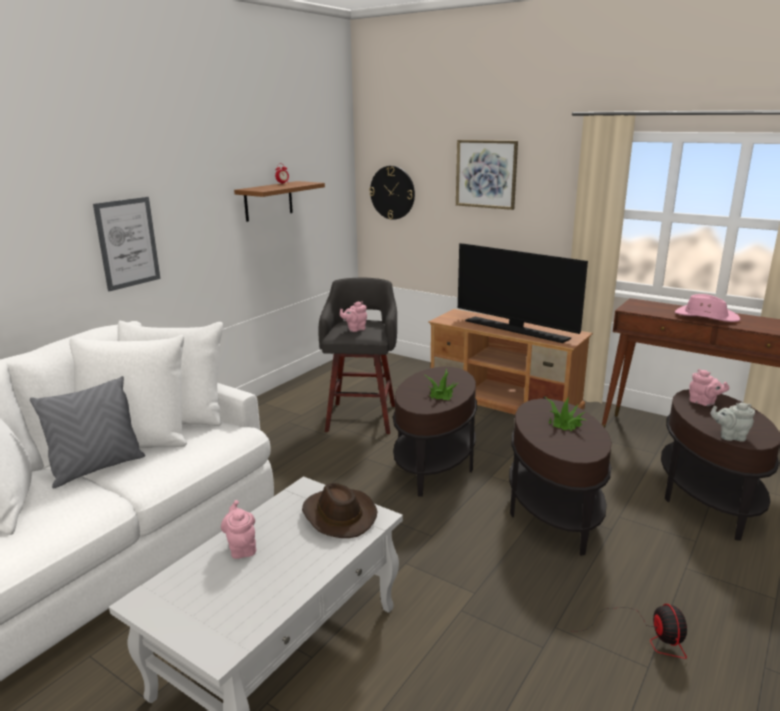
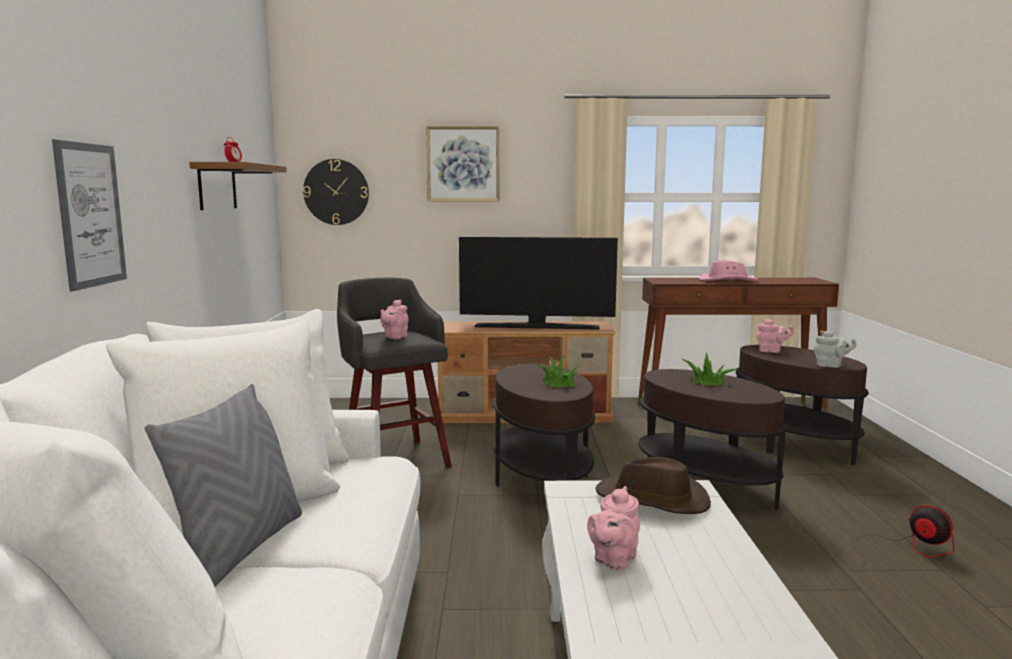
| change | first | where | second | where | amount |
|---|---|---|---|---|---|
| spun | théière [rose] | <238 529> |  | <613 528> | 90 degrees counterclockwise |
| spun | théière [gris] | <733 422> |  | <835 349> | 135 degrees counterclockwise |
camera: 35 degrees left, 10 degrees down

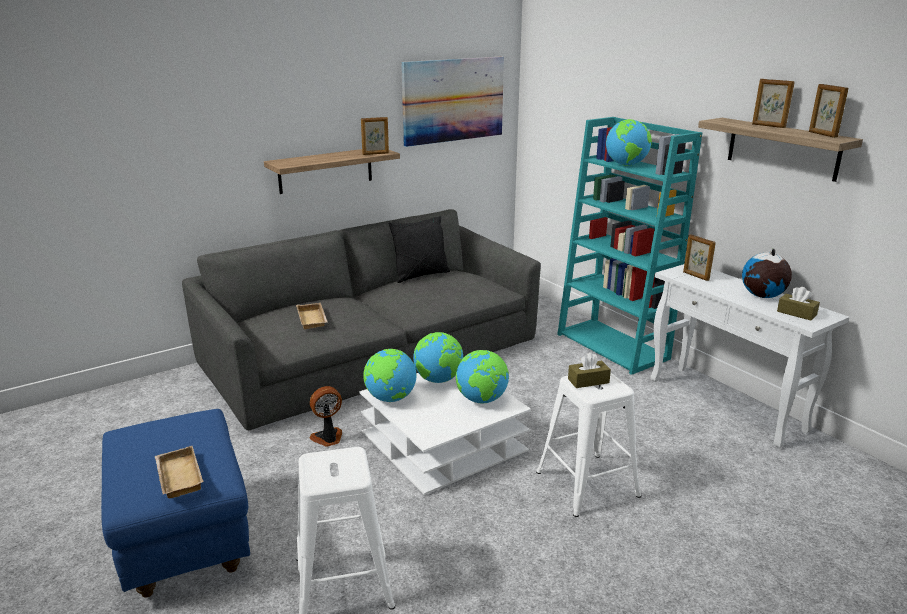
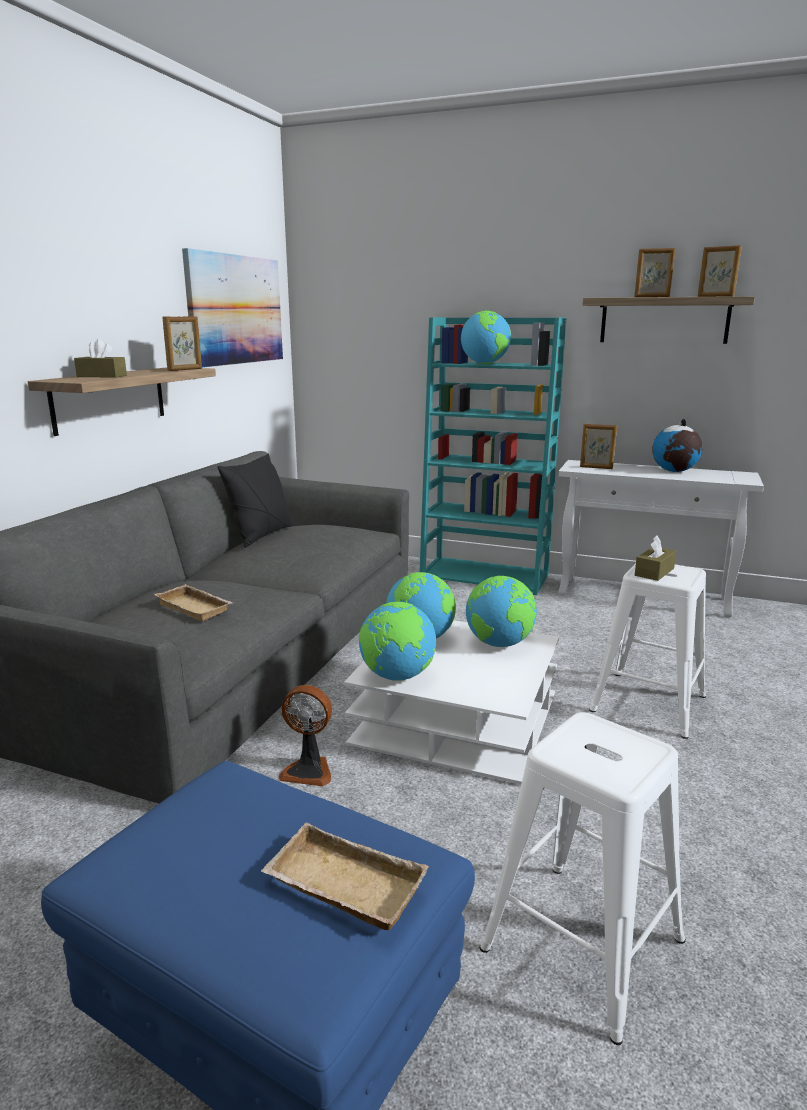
| change | first | where | second | where | amount |
|---|---|---|---|---|---|
| spun | ventilateur | <325 416> |  | <305 735> | 105 degrees counterclockwise |
| relocated | boîte à mouchoirs [marron] | <798 304> |  | <100 358> |  |
camera: 35 degrees left, 5 degrees down

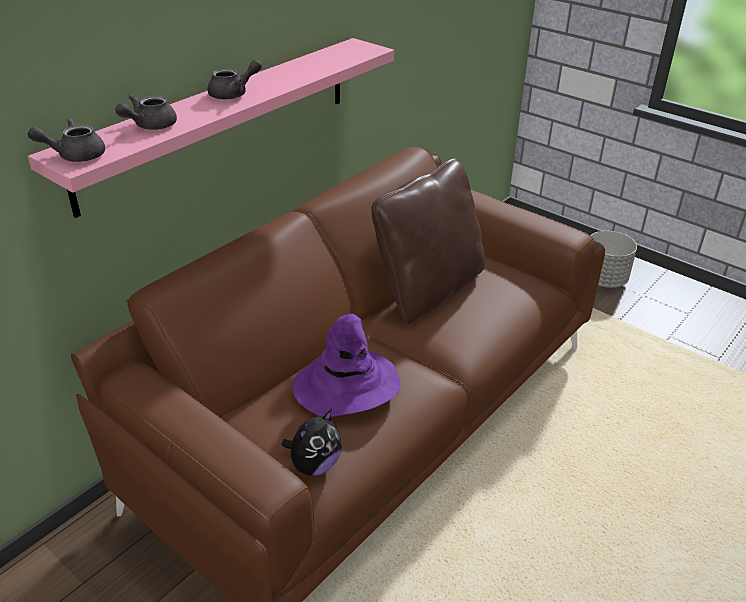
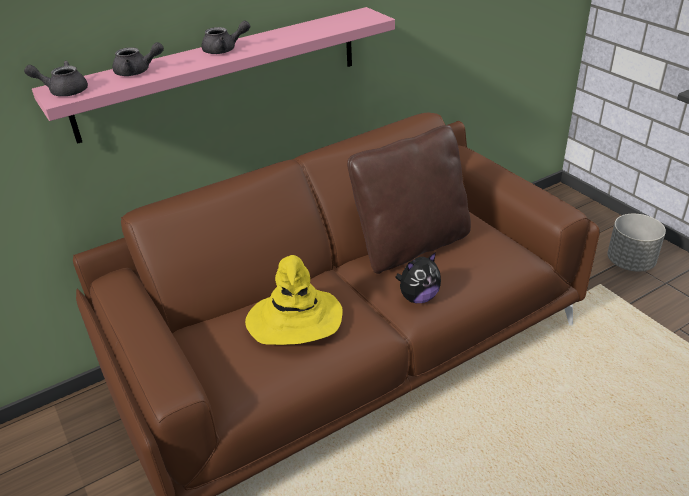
| change | first | where | second | where | amount |
|---|---|---|---|---|---|
| spun | théière [gris] | <146 112> |  | <138 59> | 150 degrees counterclockwise |
| relocated | peluche | <312 442> |  | <418 277> |  |
| colour | chapeau [violet] | <346 365> | chapeau [jaune] | <294 300> |  |
camera: 20 degrees right, 0 degrees up

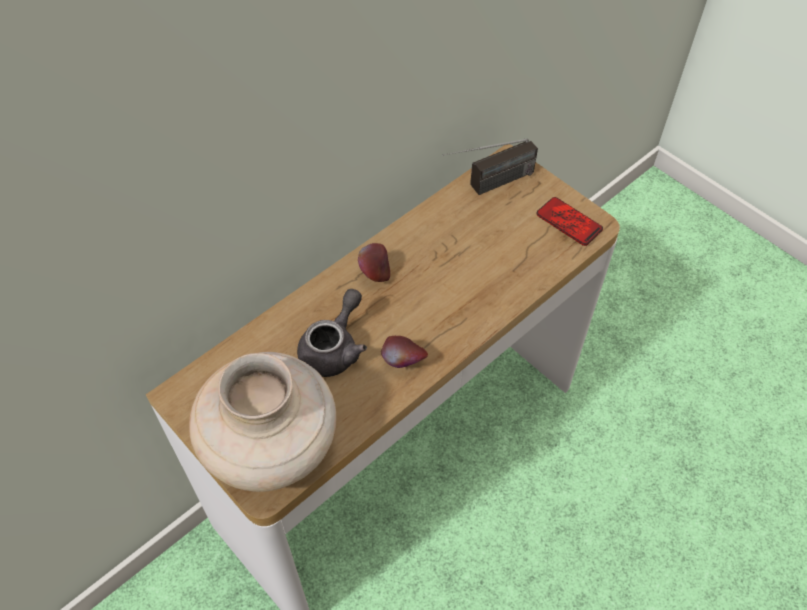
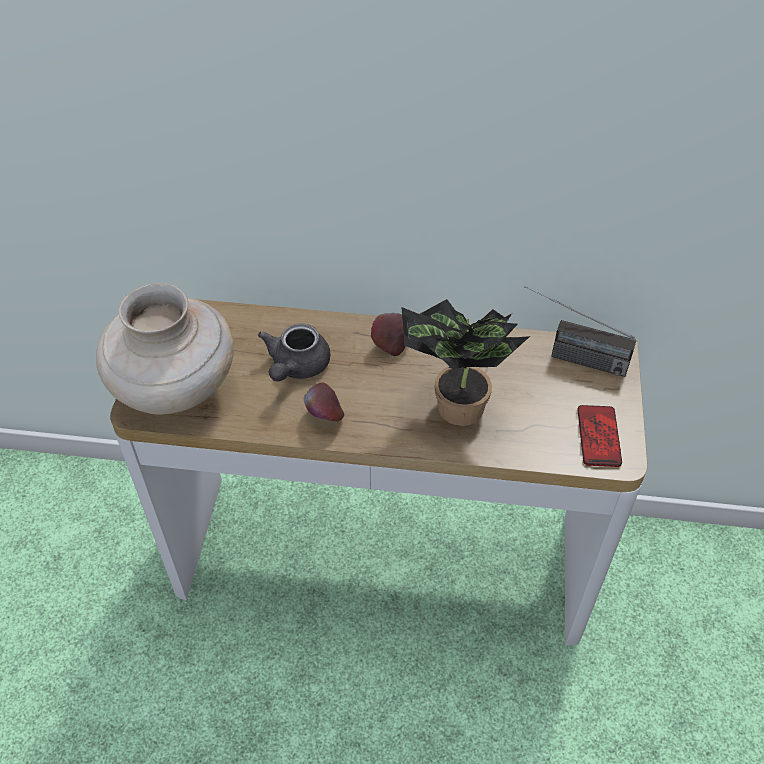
| change | first | where | second | where | amount |
|---|---|---|---|---|---|
| spun | théière [gris] | <332 333> |  | <294 352> | 120 degrees clockwise |
| appeared |  |  | plante en pot | <466 362> |  |
camera: 50 degrees right, 5 degrees down

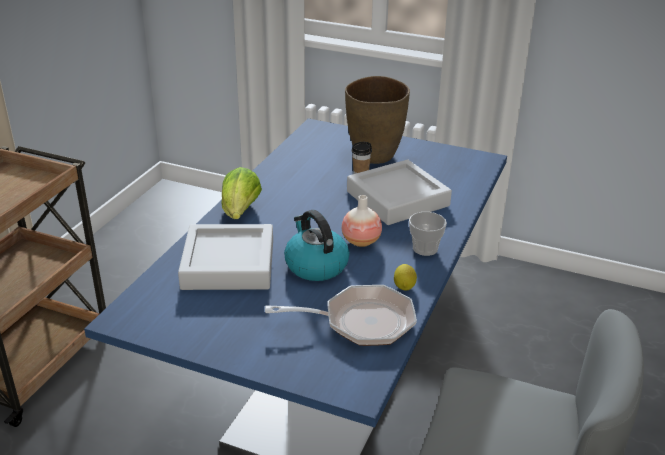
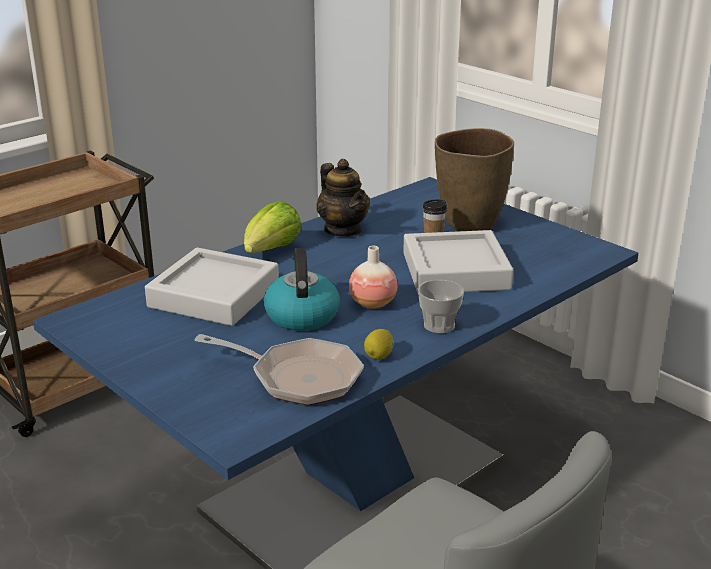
| change | first | where | second | where | amount |
|---|---|---|---|---|---|
| appeared |  |  | théière | <343 198> |  |
camera: 25 degrees right, 5 degrees down

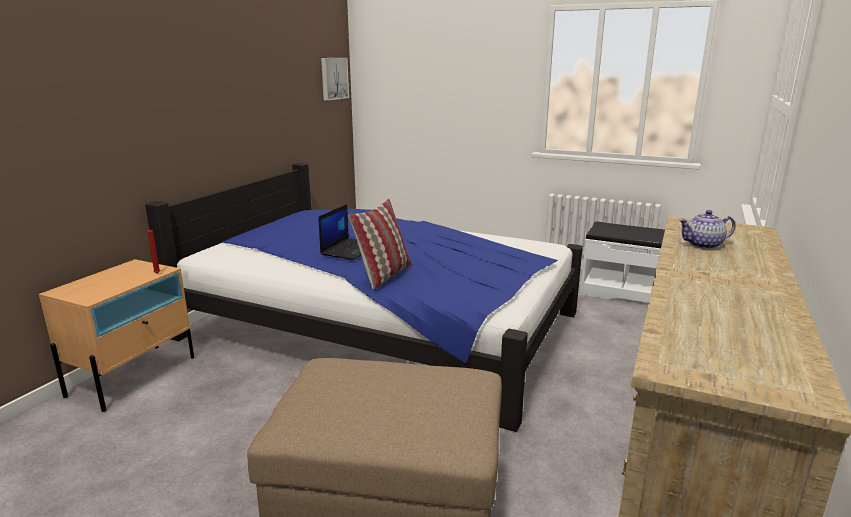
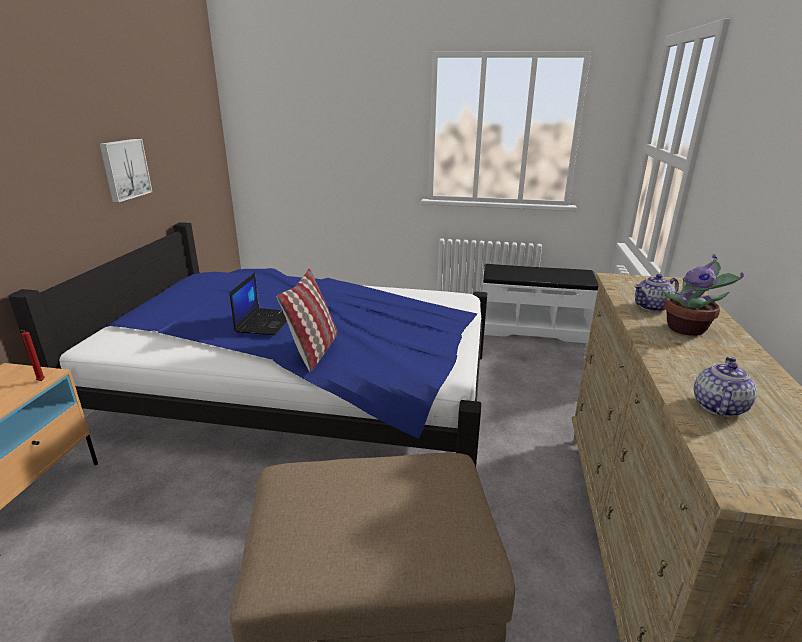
| change | first | where | second | where | amount |
|---|---|---|---|---|---|
| relocated | tableau | <335 79> |  | <125 170> |  |
| appeared |  |  | plante en pot | <703 295> |  |
| appeared |  |  | théière | <725 386> |  |
camera: 15 degrees left, 5 degrees up

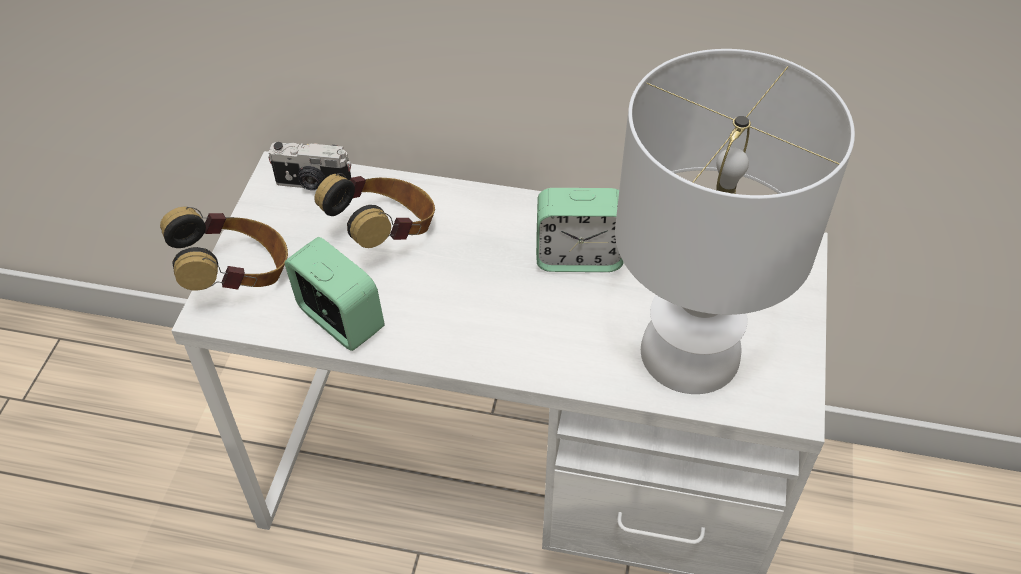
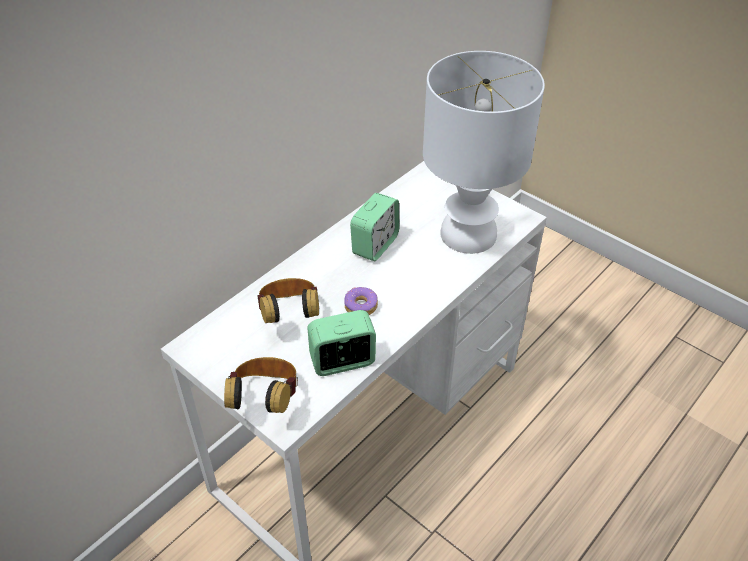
| change | first | where | second | where | amount |
|---|---|---|---|---|---|
| missing | appareil photo | <309 166> |  |  |  |
| appeared |  |  | beignet | <361 301> |  |
camera: 60 degrees left, 5 degrees down

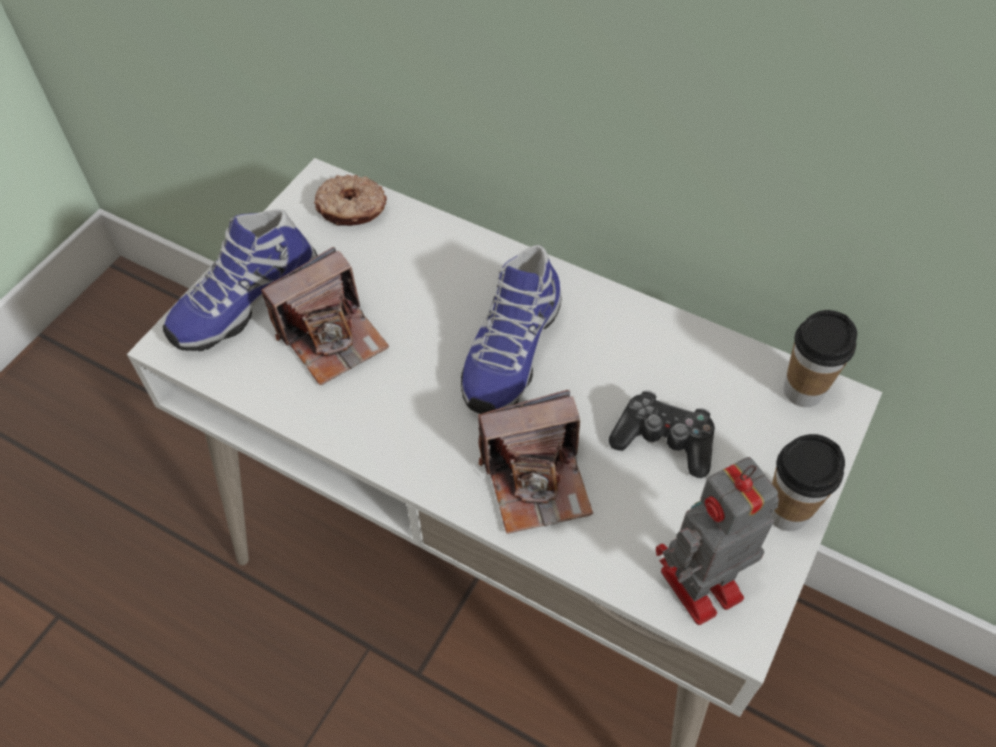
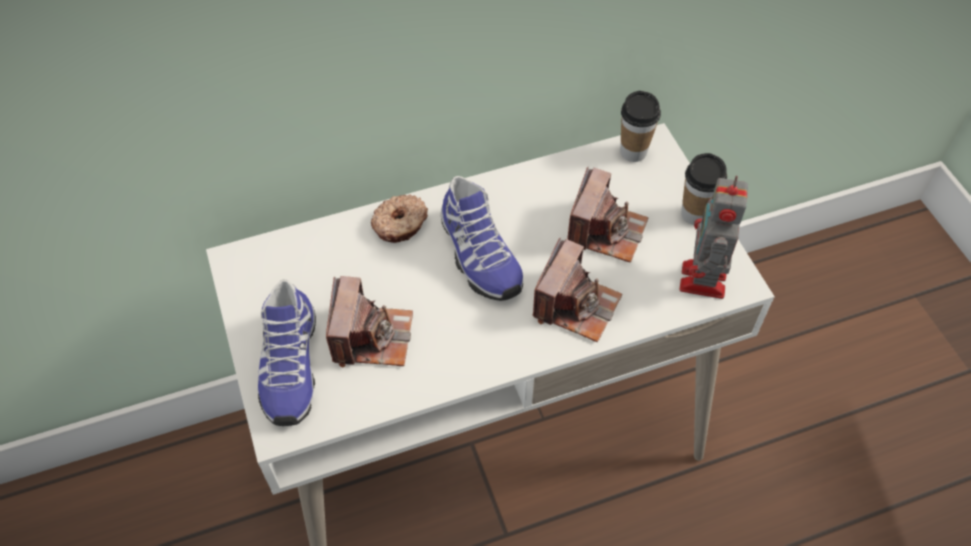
| change | first | where | second | where | amount |
|---|---|---|---|---|---|
| relocated | beignet | <350 200> |  | <399 218> |  |
| exchanged | manette | <662 434> | appareil photo | <608 215> |  |
camera: 50 degrees left, 0 degrees up

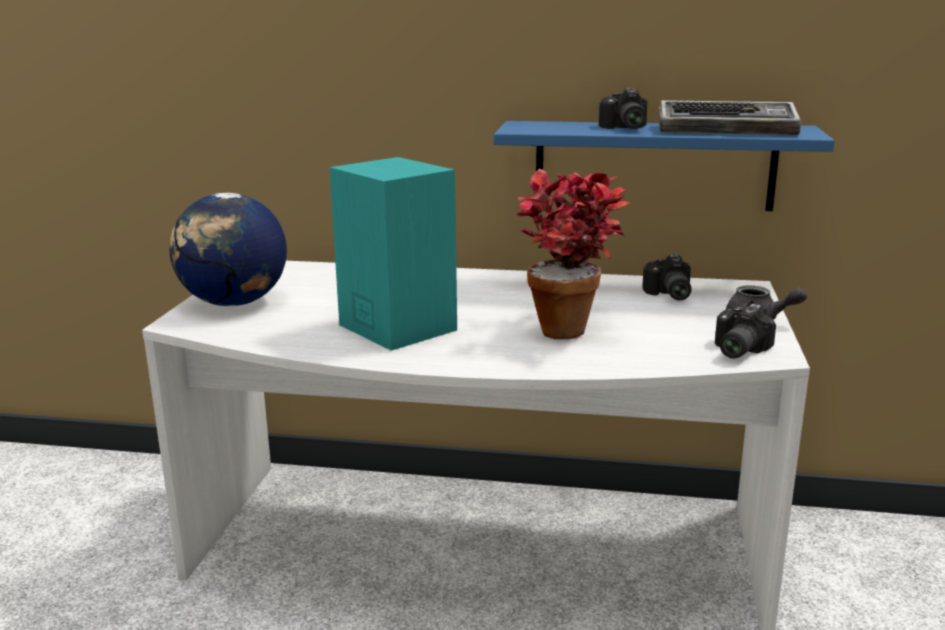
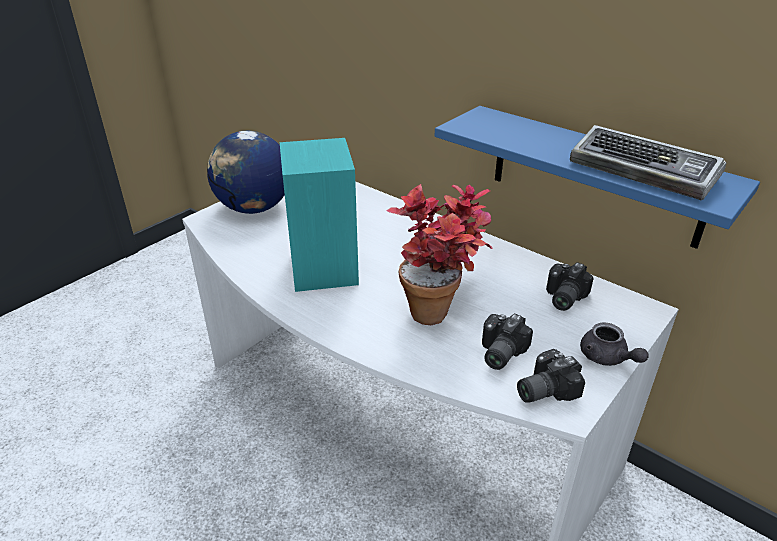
| change | first | where | second | where | amount |
|---|---|---|---|---|---|
| relocated | appareil photo | <623 108> |  | <507 341> |  |
camera: 30 degrees right, 15 degrees up

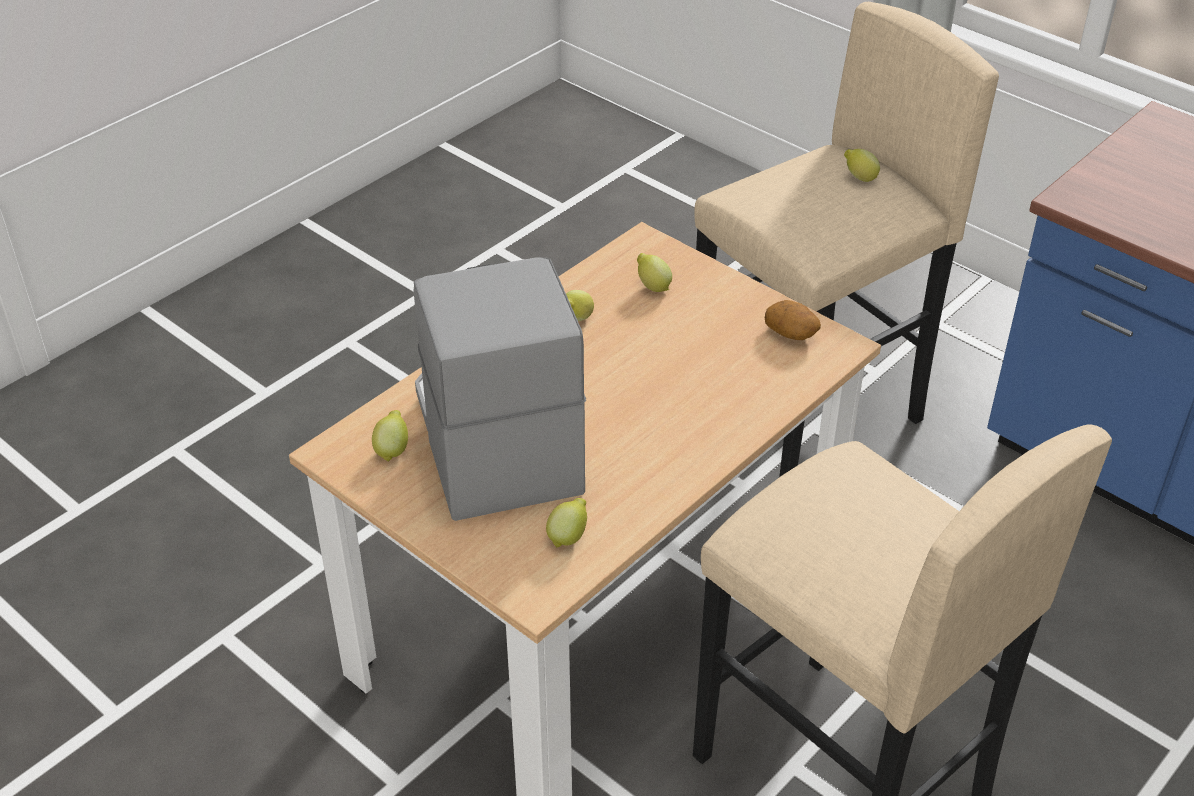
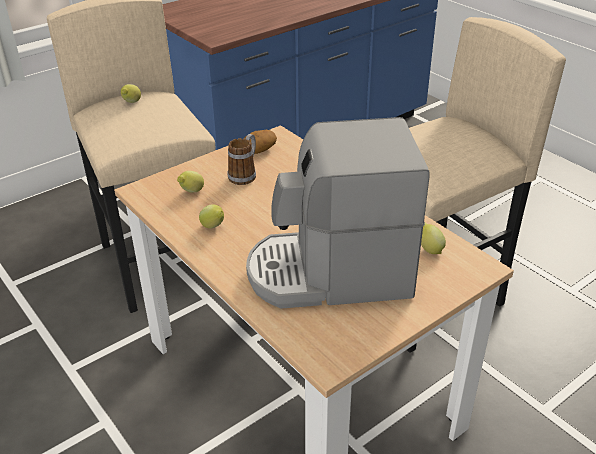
| change | first | where | second | where | amount |
|---|---|---|---|---|---|
| missing | citron | <390 436> |  |  |  |
| appeared |  |  | mug | <242 159> |  |
camera: 80 degrees left, 5 degrees down

